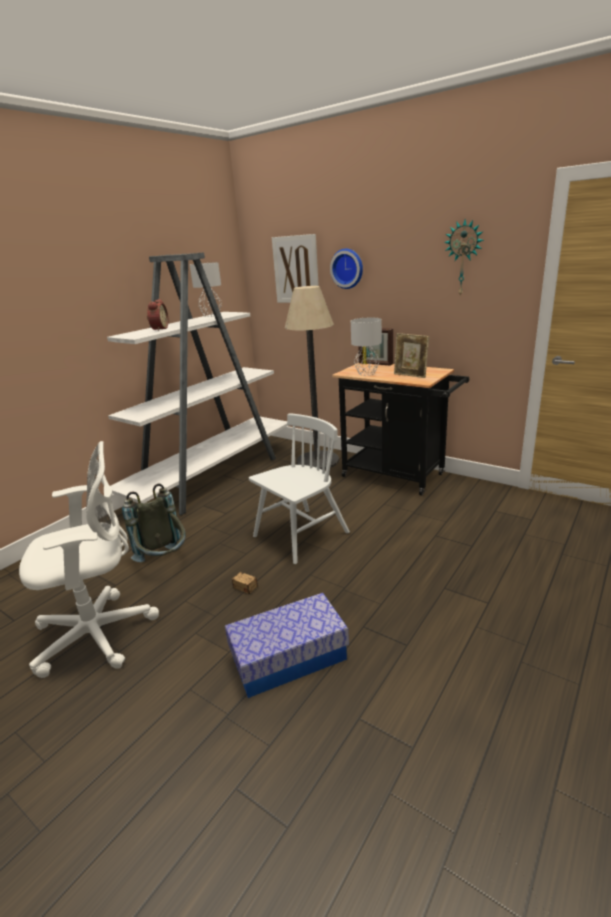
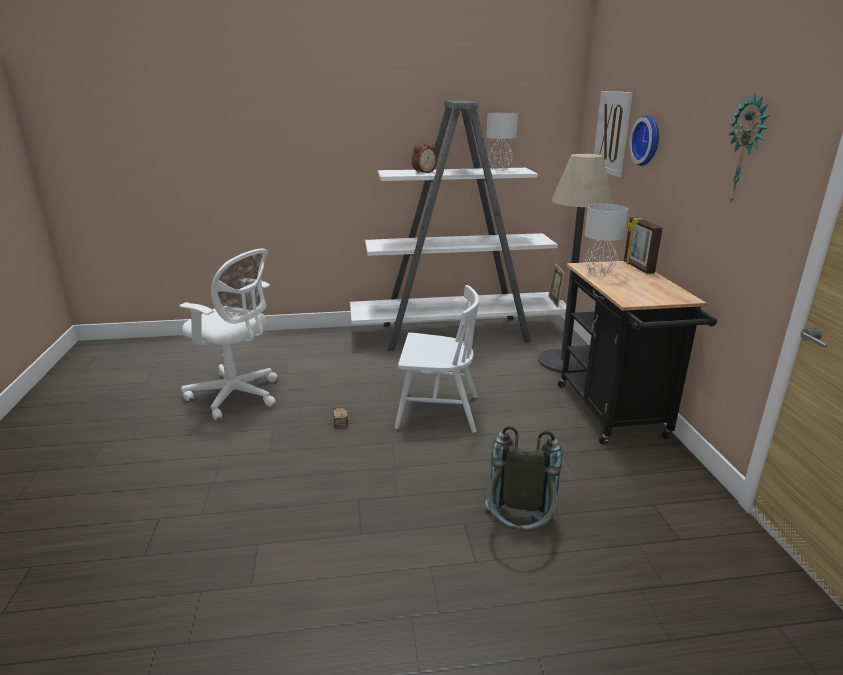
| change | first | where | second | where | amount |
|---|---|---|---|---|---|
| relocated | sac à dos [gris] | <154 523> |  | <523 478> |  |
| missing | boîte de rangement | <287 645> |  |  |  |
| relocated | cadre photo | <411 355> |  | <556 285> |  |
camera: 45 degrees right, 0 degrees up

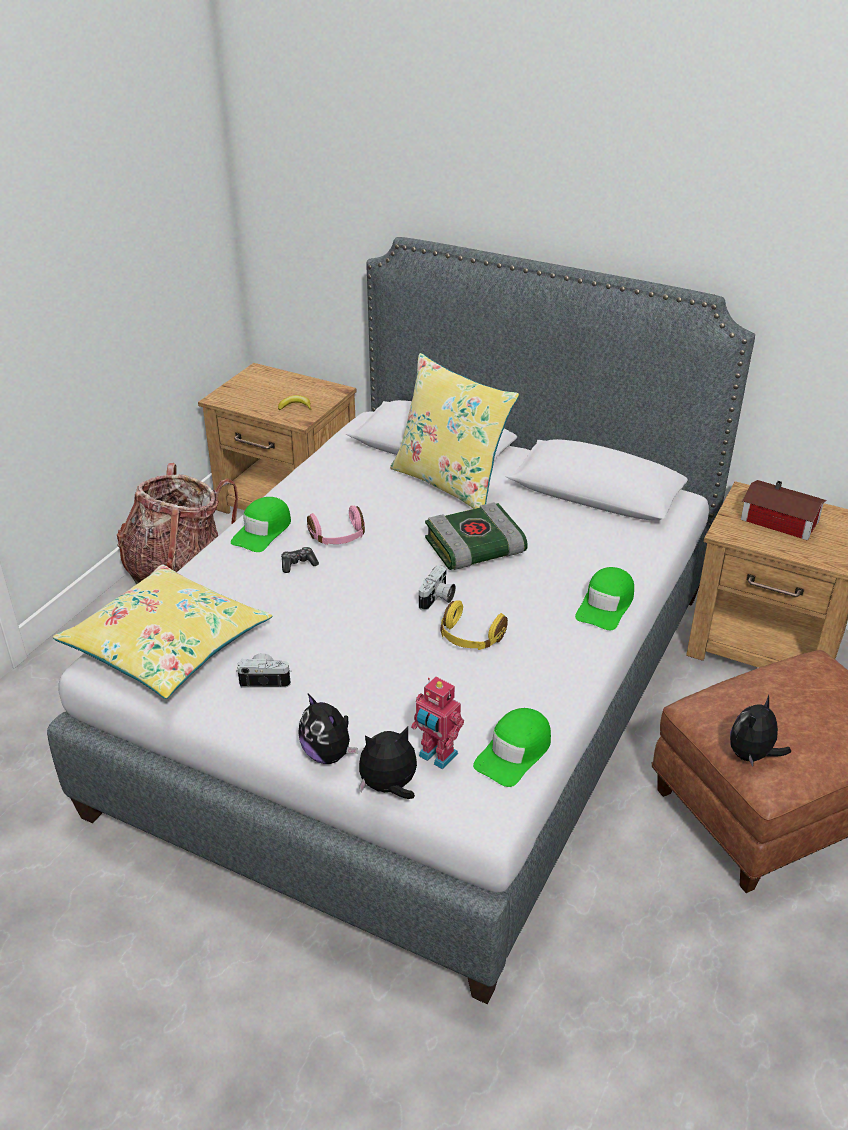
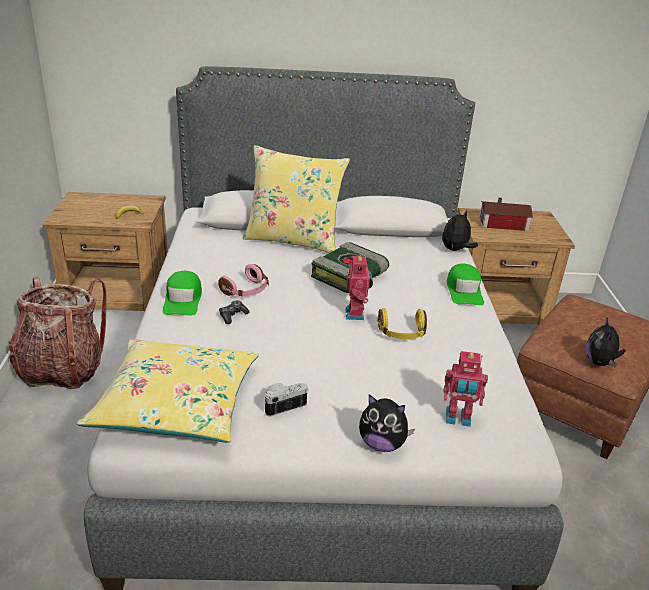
| change | first | where | second | where | amount |
|---|---|---|---|---|---|
| relocated | peluche | <388 763> |  | <460 230> |  |
| exchanged | appareil photo | <437 588> | robot jouet | <359 287> |  |
| missing | casquette [vert] | <512 747> |  |  |  |
camera: 30 degrees left, 5 degrees down

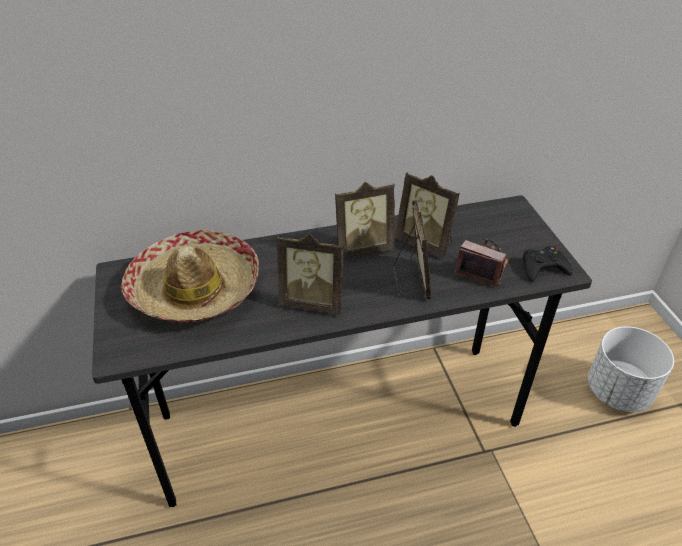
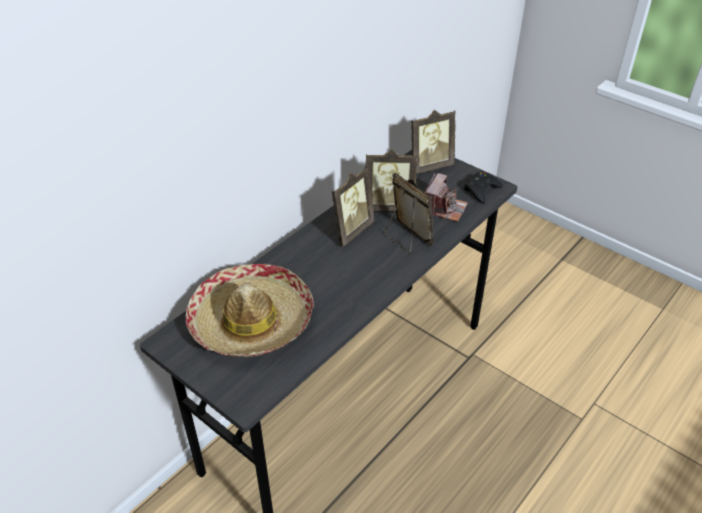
| change | first | where | second | where | amount |
|---|---|---|---|---|---|
| relocated | cadre photo | <310 274> |  | <433 142> |  |
| spun | appareil photo | <482 263> |  | <446 197> | 120 degrees clockwise |
| missing | cache-pot [blanc] | <631 369> |  |  |  |
camera: 35 degrees left, 0 degrees up

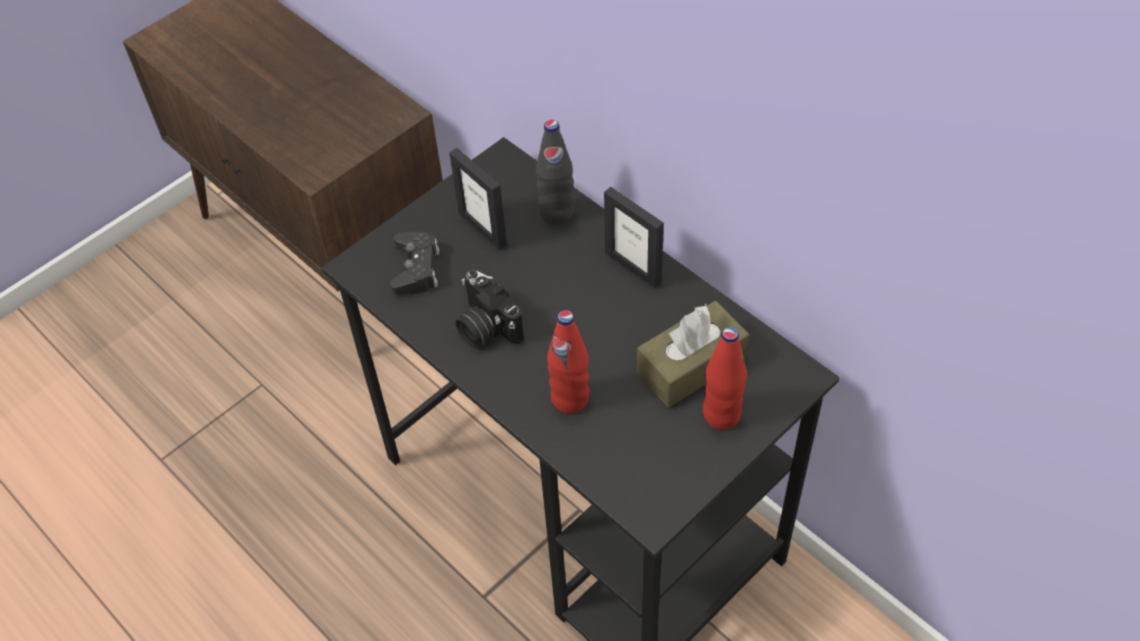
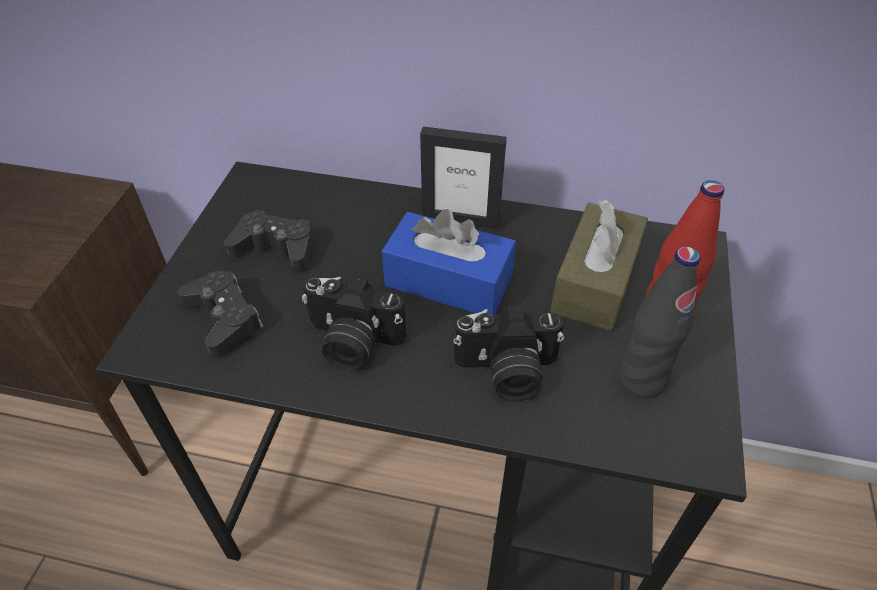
| change | first | where | second | where | amount |
|---|---|---|---|---|---|
| exchanged | cadre photo | <478 199> | manette [noir] | <269 240> |  |
| relocated | bouteille [noir] | <555 172> |  | <659 322> |  |
| exchanged | bouteille [rouge] | <568 361> | appareil photo | <508 353> |  |
| appeared |  |  | boîte à mouchoirs [bleu] | <449 262> |  |
camera: 35 degrees left, 5 degrees down

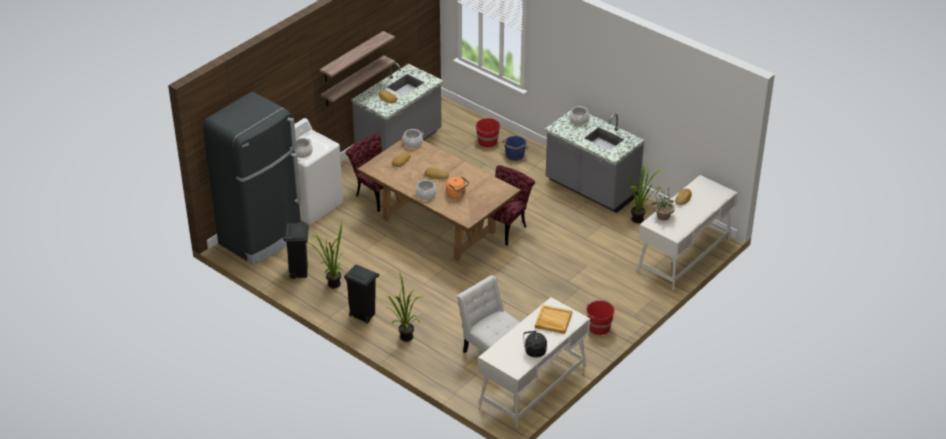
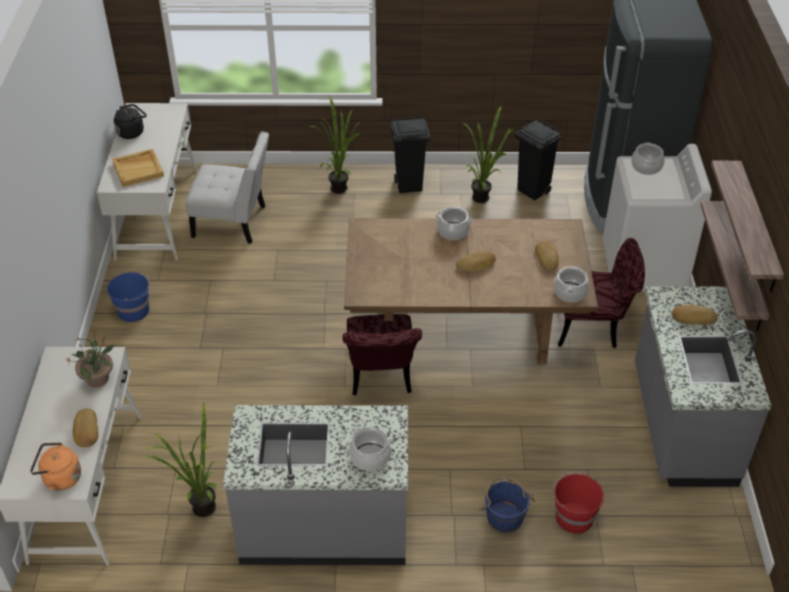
| change | first | where | second | where | amount |
|---|---|---|---|---|---|
| relocated | bouilloire [orange] | <457 188> |  | <55 467> |  |
| colour | seau [rouge] | <600 317> | seau [bleu] | <129 296> |  |
camera: 140 degrees right, 5 degrees up

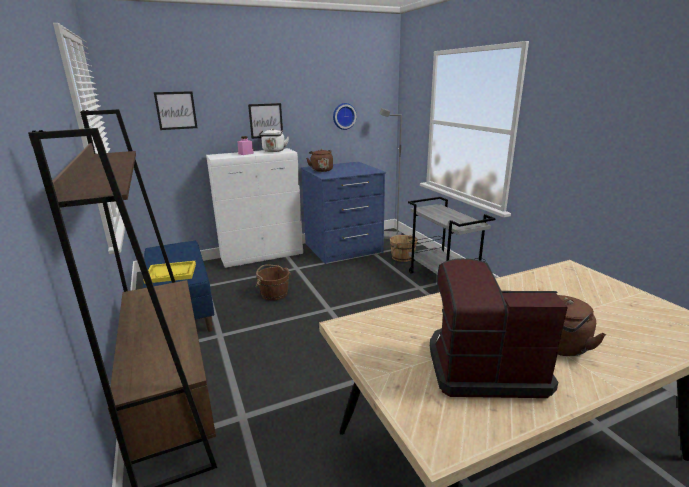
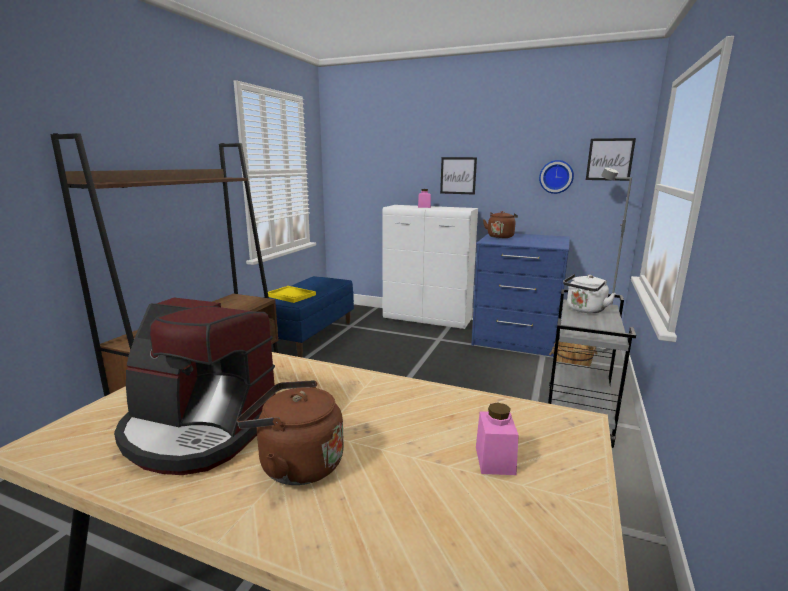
| change | first | where | second | where | amount |
|---|---|---|---|---|---|
| relocated | tableau | <176 110> |  | <611 159> |  |
| missing | seau [marron] | <273 282> |  |  |  |
| relocated | bouilloire [blanc] | <274 140> |  | <589 293> |  |
| spun | machine à café | <499 328> |  | <194 386> | 150 degrees clockwise |
| appeared |  |  | bocal [rose] | <497 438> |  |
camera: 45 degrees right, 5 degrees down

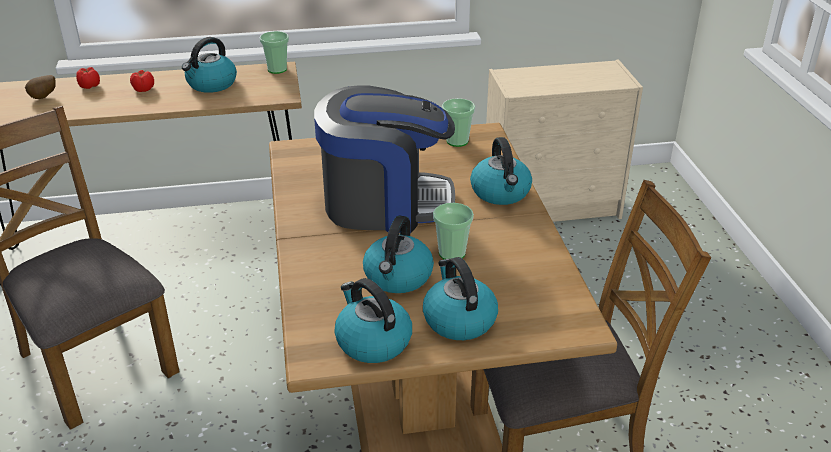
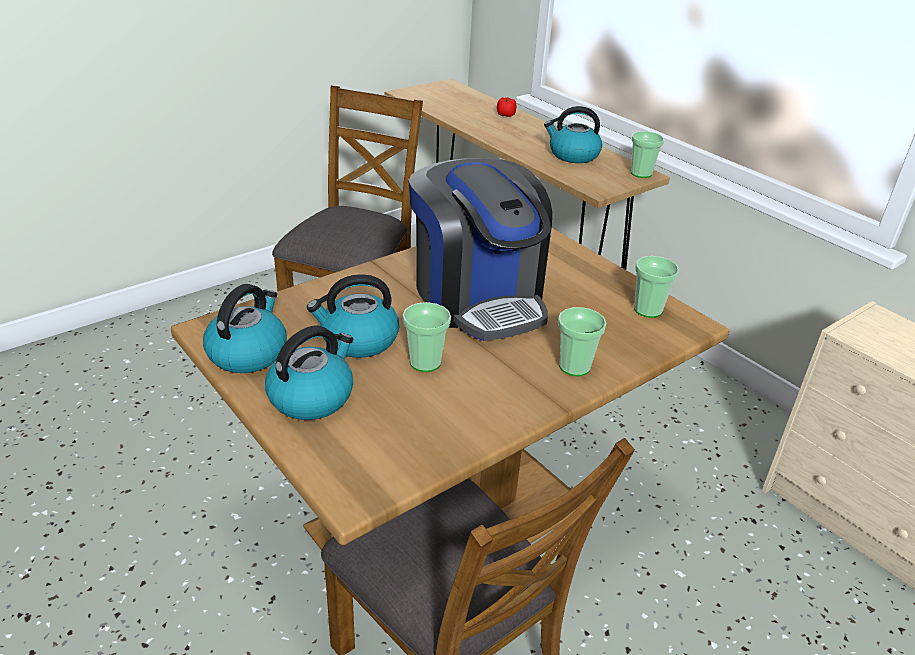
| change | first | where | second | where | amount |
|---|---|---|---|---|---|
| missing | pomme de terre | <40 87> |  |  |  |
| missing | tomate | <142 81> |  |  |  |
| exchanged | bouilloire | <501 171> | tasse | <582 341> |  |
camera: 60 degrees right, 0 degrees up

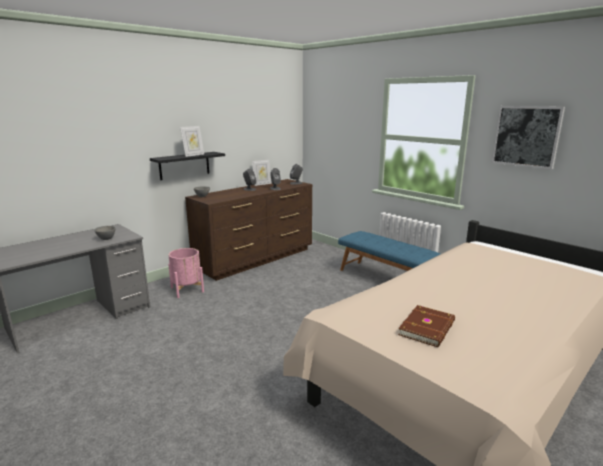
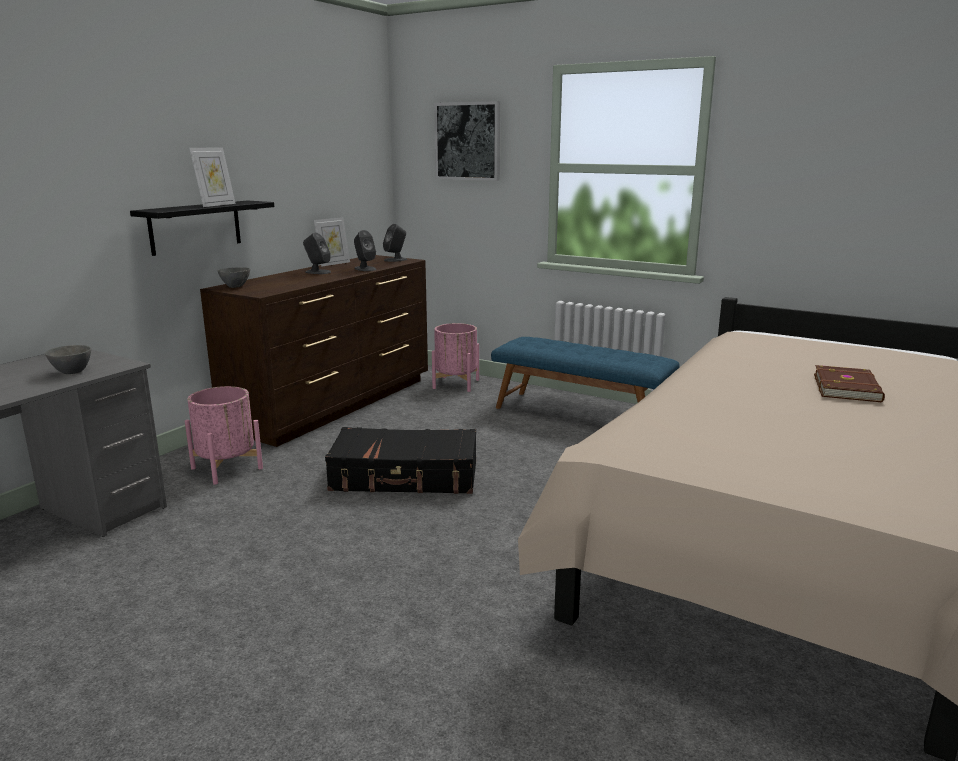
| change | first | where | second | where | amount |
|---|---|---|---|---|---|
| relocated | livre [marron] | <426 326> |  | <849 383> |  |
| relocated | tableau | <528 137> |  | <467 141> |  |
| appeared |  |  | valise [noir] | <400 460> |  |
| appeared |  |  | cache-pot [rose] | <455 357> |  |
camera: 15 degrees left, 0 degrees up

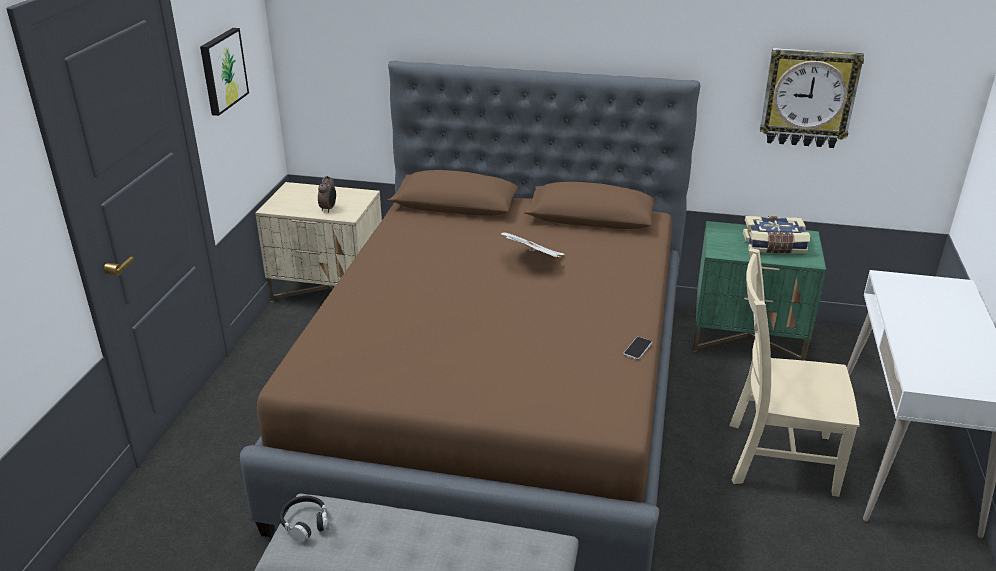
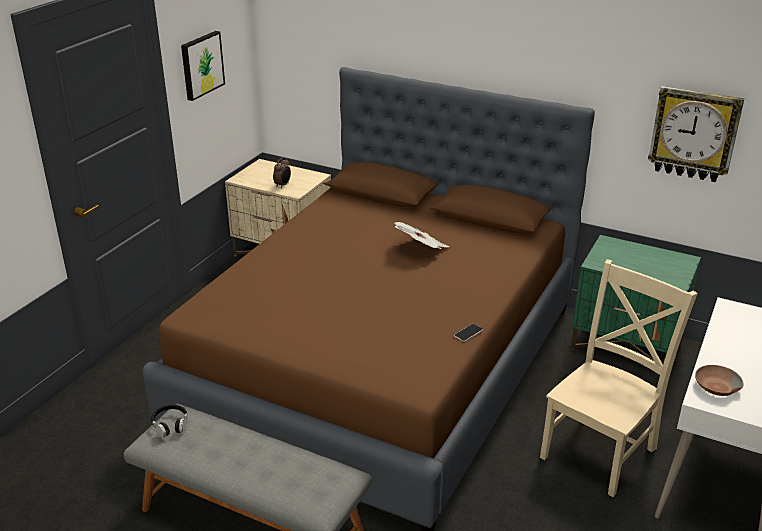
| change | first | where | second | where | amount |
|---|---|---|---|---|---|
| spun | chaise [beige] | <794 372> |  | <619 378> | 105 degrees clockwise |
| missing | livre | <776 234> |  |  |  |
| appeared |  |  | bol [marron] | <719 380> |  |
camera: 15 degrees right, 0 degrees up

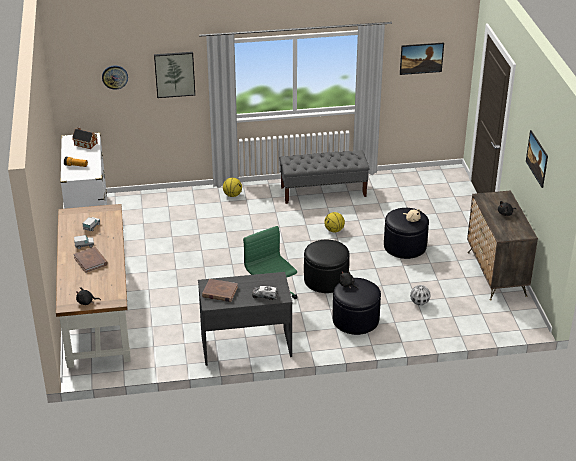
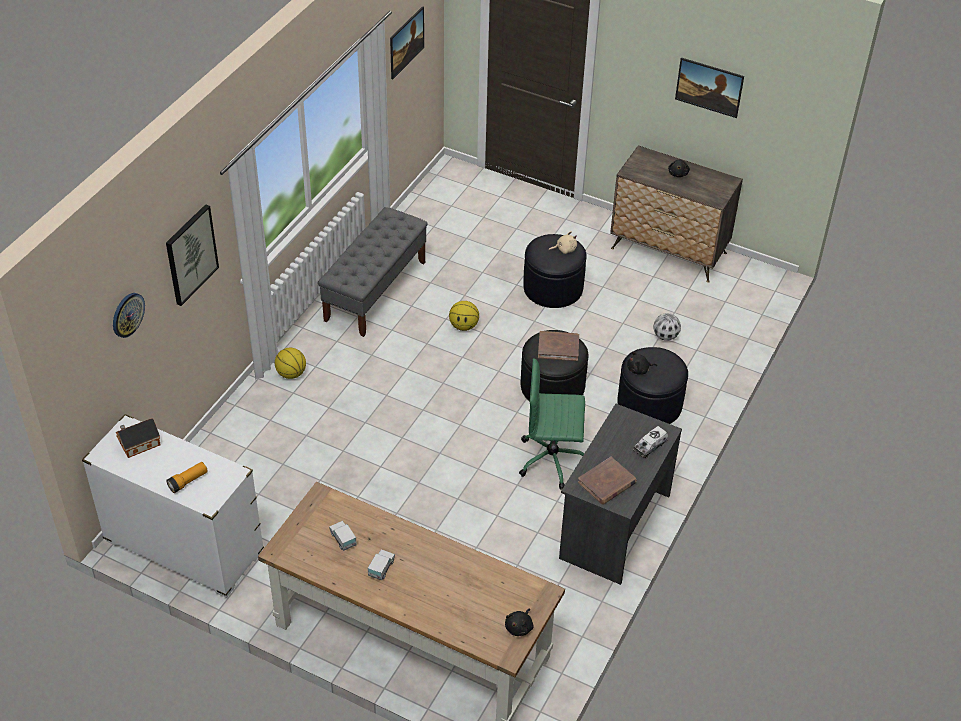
| change | first | where | second | where | amount |
|---|---|---|---|---|---|
| relocated | livre [marron] | <90 260> |  | <558 346> |  |
camera: 55 degrees left, 10 degrees up

